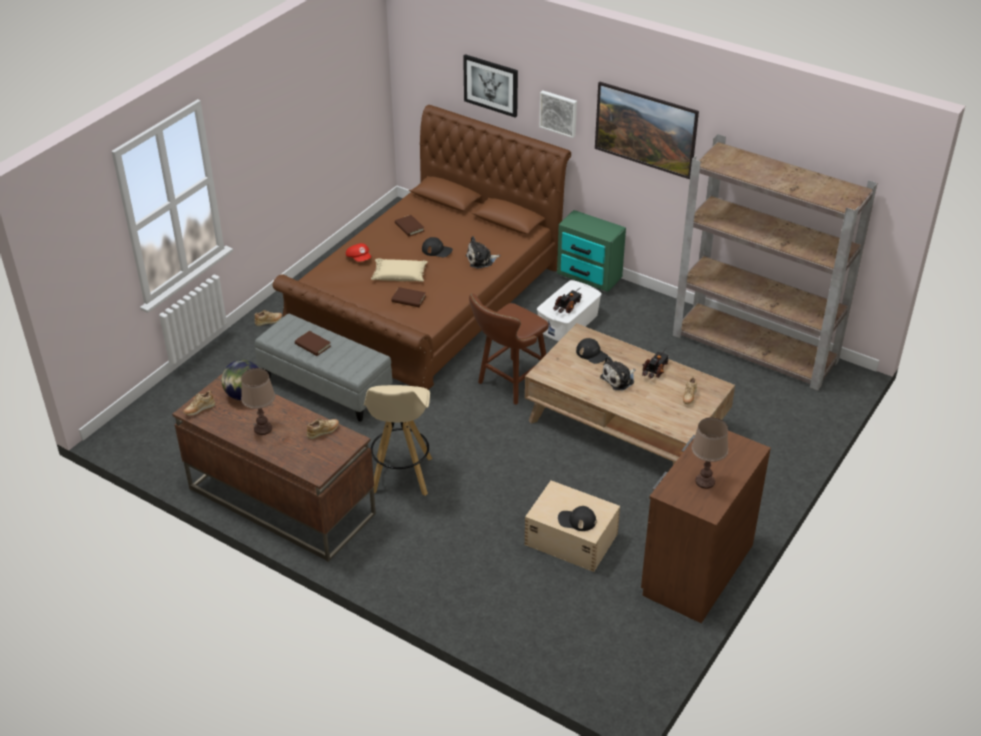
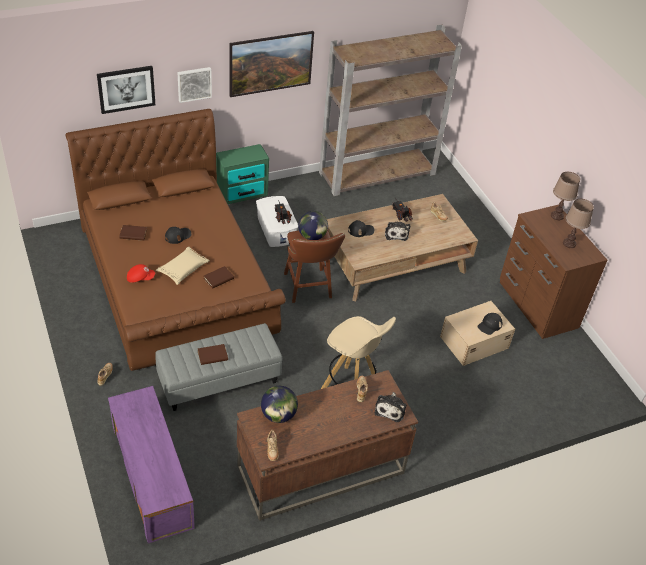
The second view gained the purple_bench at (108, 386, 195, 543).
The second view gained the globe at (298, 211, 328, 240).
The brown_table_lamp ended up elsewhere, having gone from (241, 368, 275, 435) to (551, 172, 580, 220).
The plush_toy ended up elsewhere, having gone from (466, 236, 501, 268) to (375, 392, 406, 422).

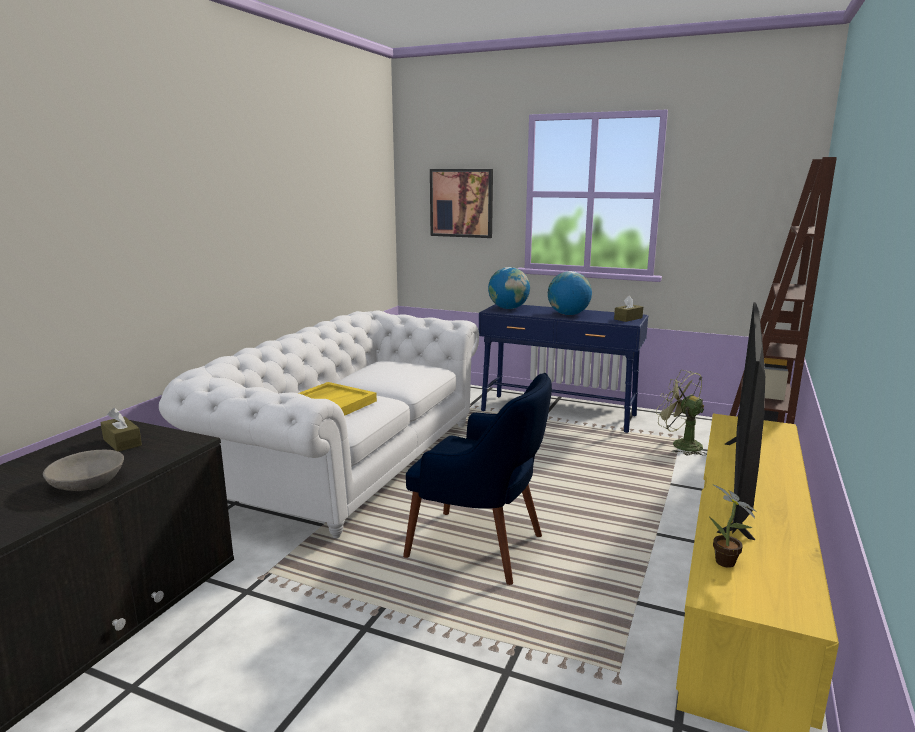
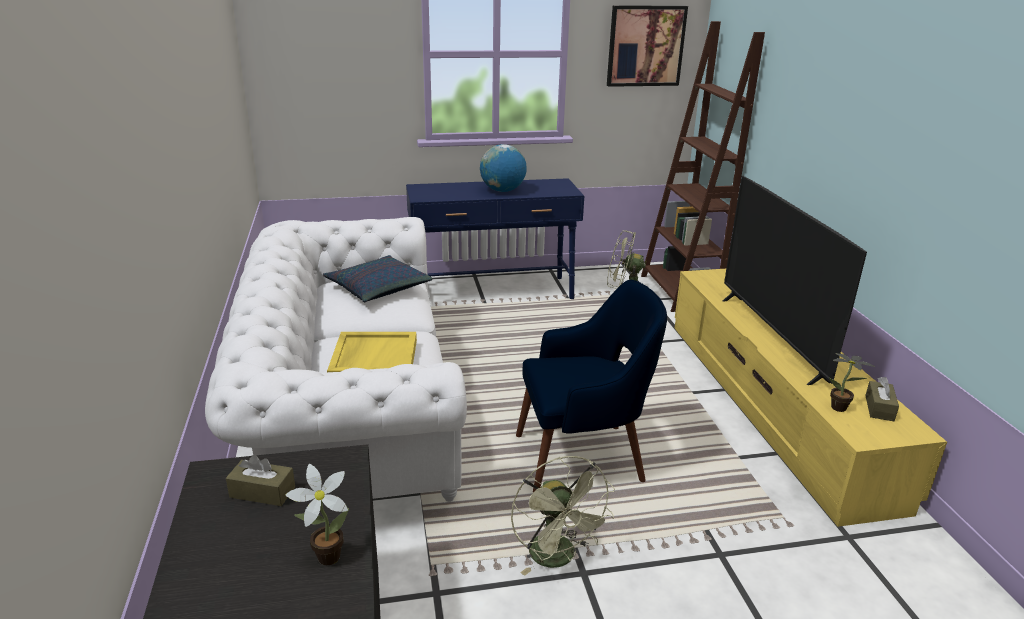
The second view lost the globe at (488, 267, 530, 309).
The second view gained the blue_pillow at (323, 255, 433, 302).
The second view gained the green_fan at (511, 456, 615, 576).
The picture ended up elsewhere, having gone from (430, 169, 493, 238) to (607, 5, 688, 87).
The brown_tissue_box ended up elsewhere, having gone from (614, 296, 643, 322) to (865, 377, 899, 421).
Where the grey_bowl stood at (43, 450, 124, 491), the potted_plant came to stand at (286, 464, 349, 565).

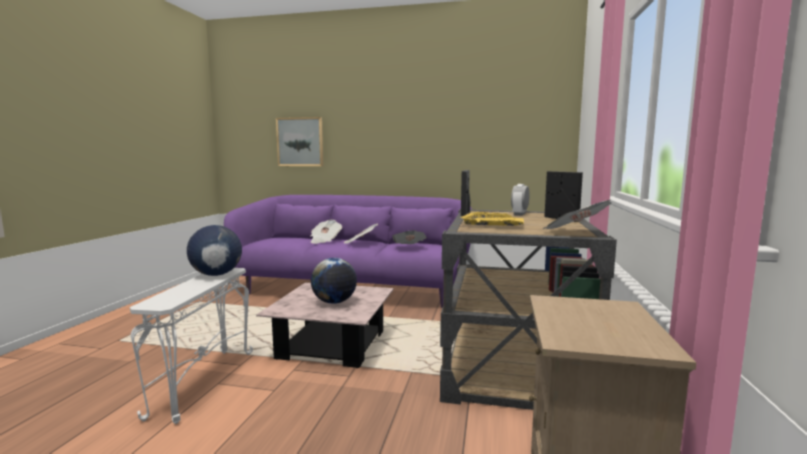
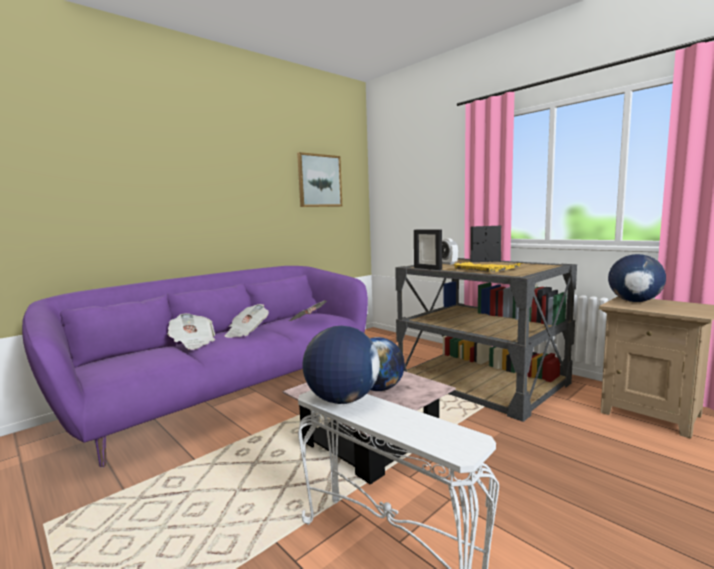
The second view lost the newspaper at (543, 199, 612, 229).
The second view gained the globe at (608, 254, 666, 302).
The picture ended up elsewhere, having gone from (276, 117, 323, 166) to (297, 152, 342, 207).

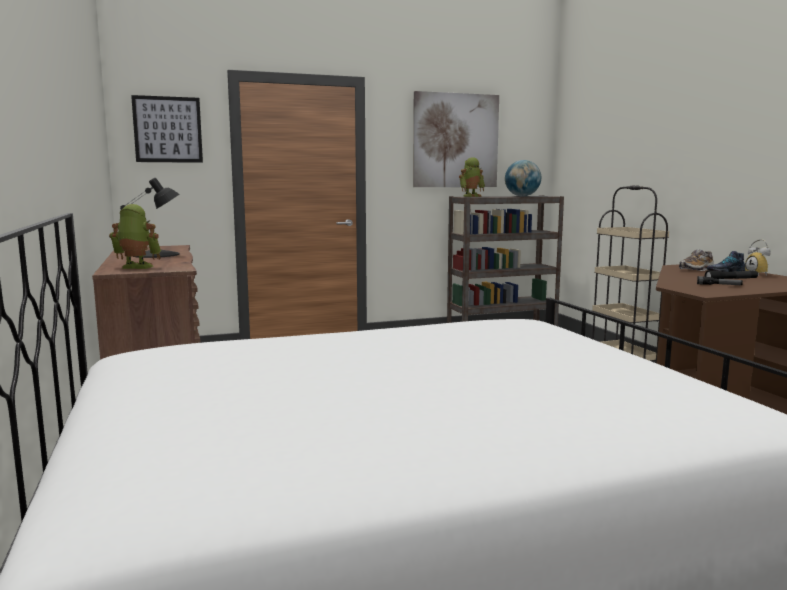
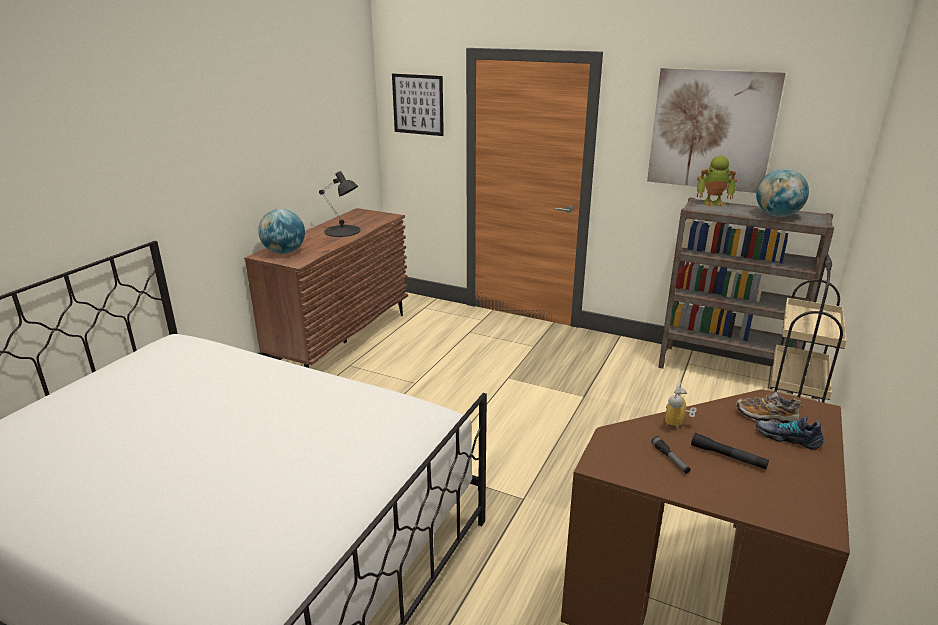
The alarm_clock ended up elsewhere, having gone from (745, 239, 771, 276) to (665, 382, 697, 430).
Where the toy_robot stood at (109, 204, 161, 269), the globe came to stand at (258, 209, 305, 254).

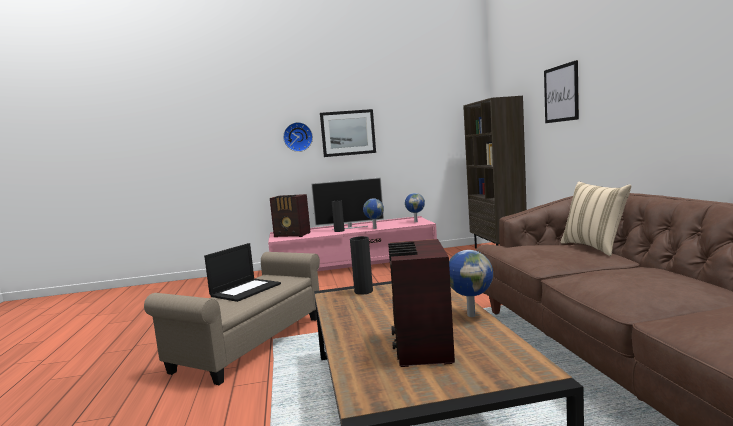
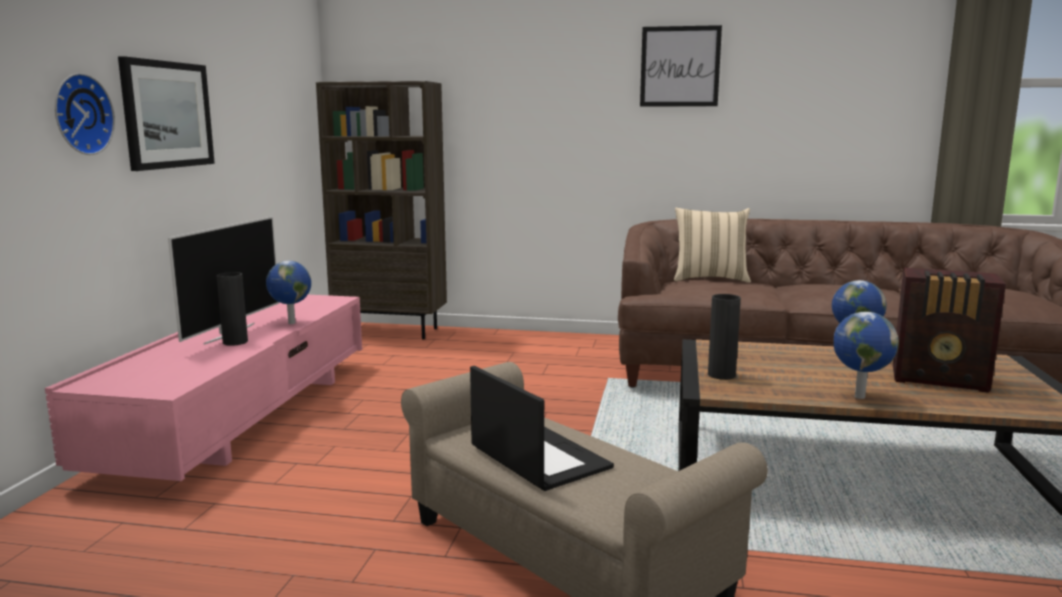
The second view lost the radio at (270, 194, 310, 237).
The globe ended up elsewhere, having gone from (405, 193, 425, 222) to (833, 312, 899, 399).
The picture ended up elsewhere, having gone from (544, 60, 579, 123) to (640, 25, 722, 106).

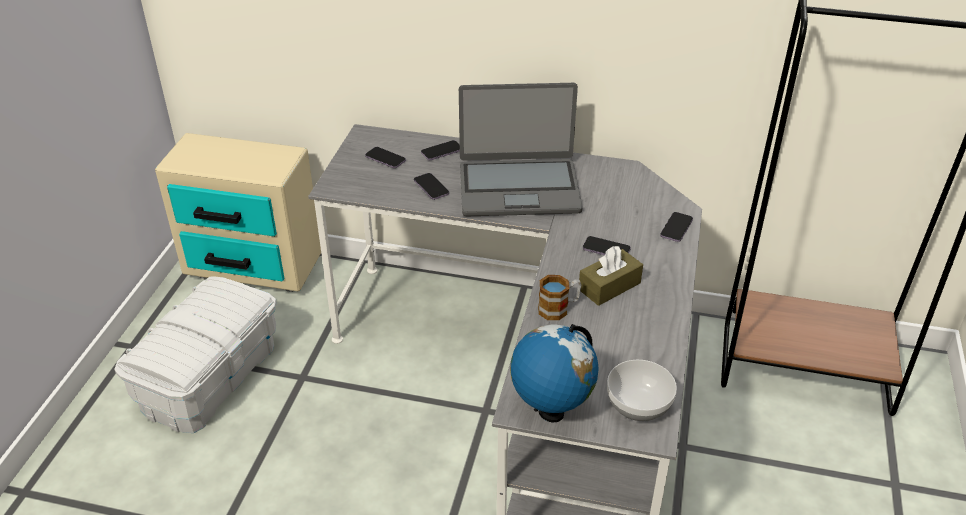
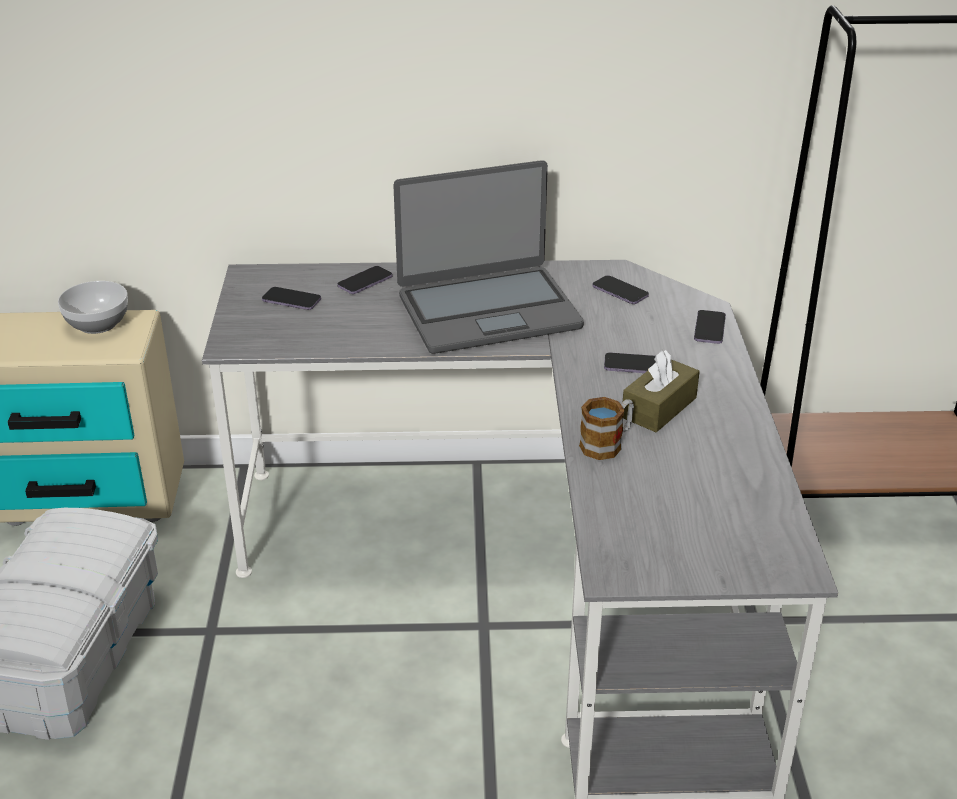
The second view lost the globe at (510, 324, 599, 422).
The phone ended up elsewhere, having gone from (414, 173, 449, 200) to (592, 275, 649, 304).
The bowl ended up elsewhere, having gone from (607, 360, 677, 421) to (58, 281, 128, 334).

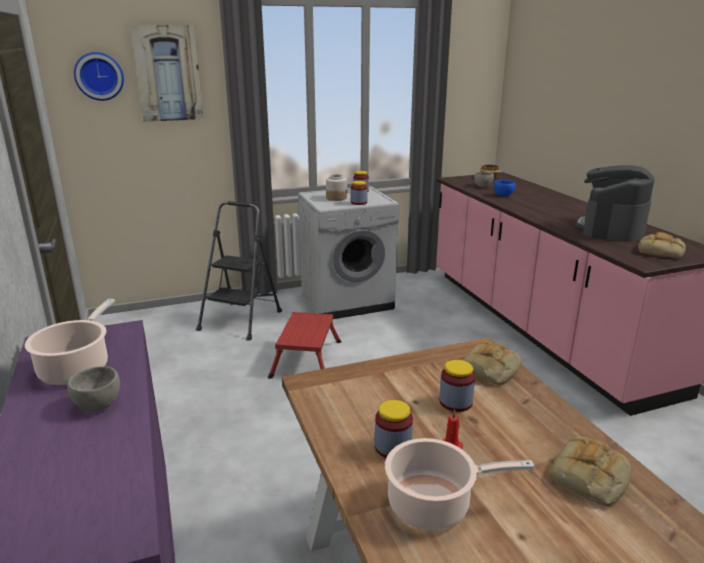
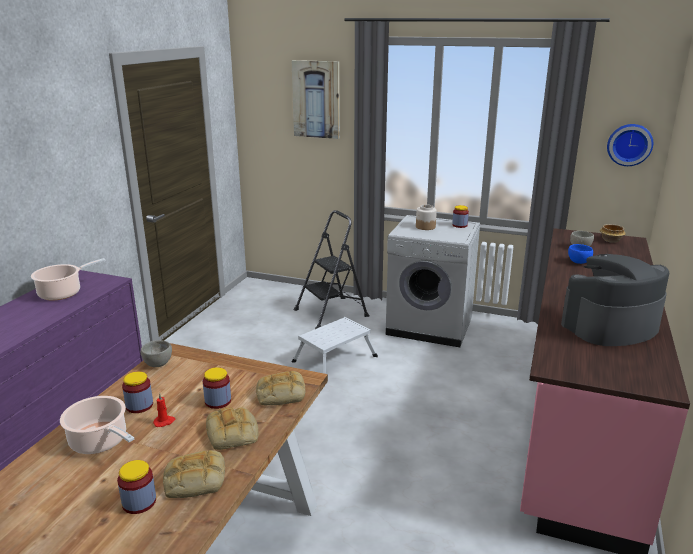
The grey_bowl ended up elsewhere, having gone from (67, 366, 120, 412) to (141, 340, 172, 367).
The wall_clock ended up elsewhere, having gone from (74, 52, 124, 101) to (607, 124, 653, 166).
The jar ended up elsewhere, having gone from (351, 181, 368, 205) to (117, 460, 156, 514).
The bread ended up elsewhere, having gone from (638, 232, 686, 259) to (206, 407, 259, 450).
What was the red_step_ladder at (268, 312, 342, 379) turned into the white_step_ladder at (292, 317, 378, 374).

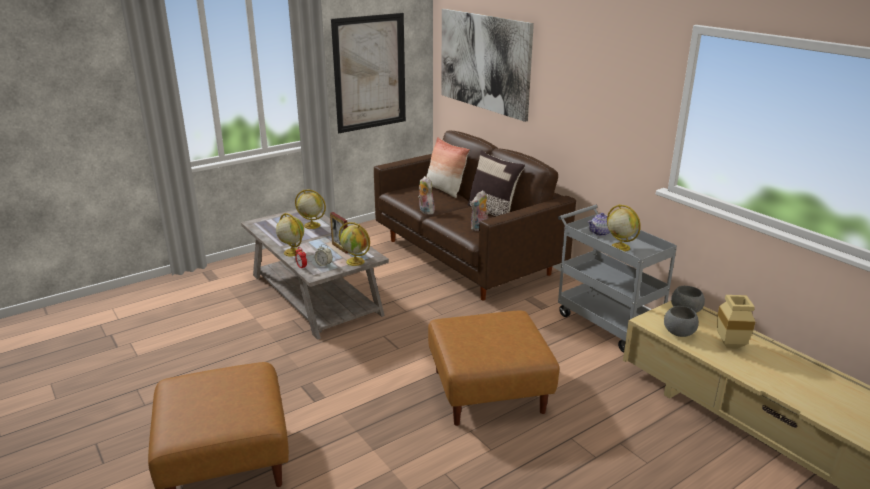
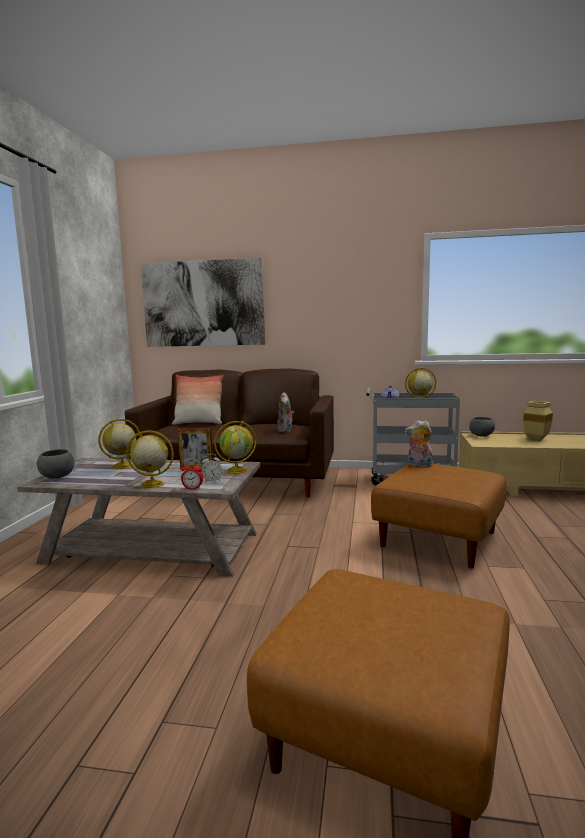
The second view lost the picture at (331, 13, 406, 133).
The second view lost the pillow at (468, 150, 525, 216).
The plush_toy ended up elsewhere, having gone from (418, 176, 435, 215) to (405, 420, 433, 467).
The grey_bowl ended up elsewhere, having gone from (664, 306, 699, 337) to (37, 449, 74, 479).

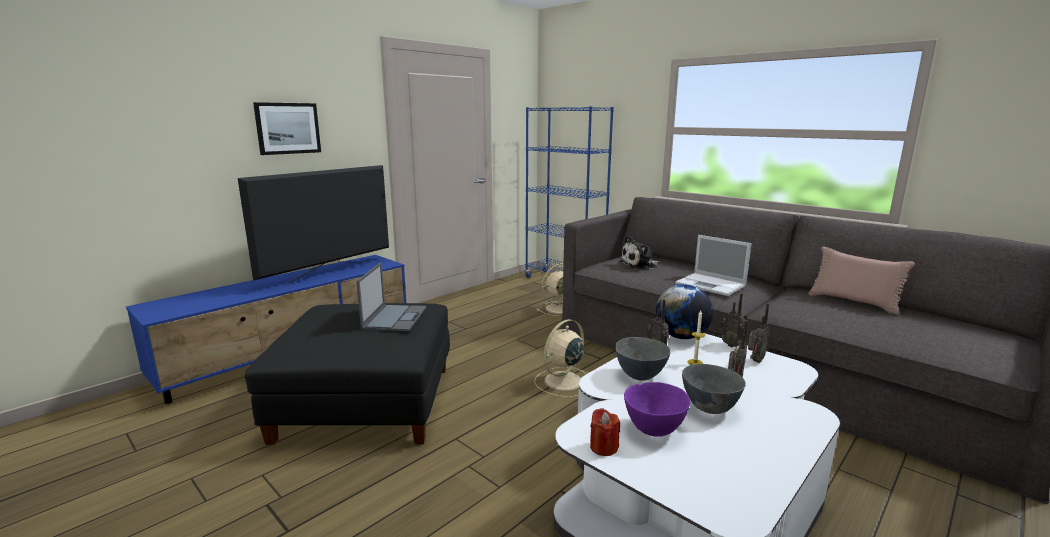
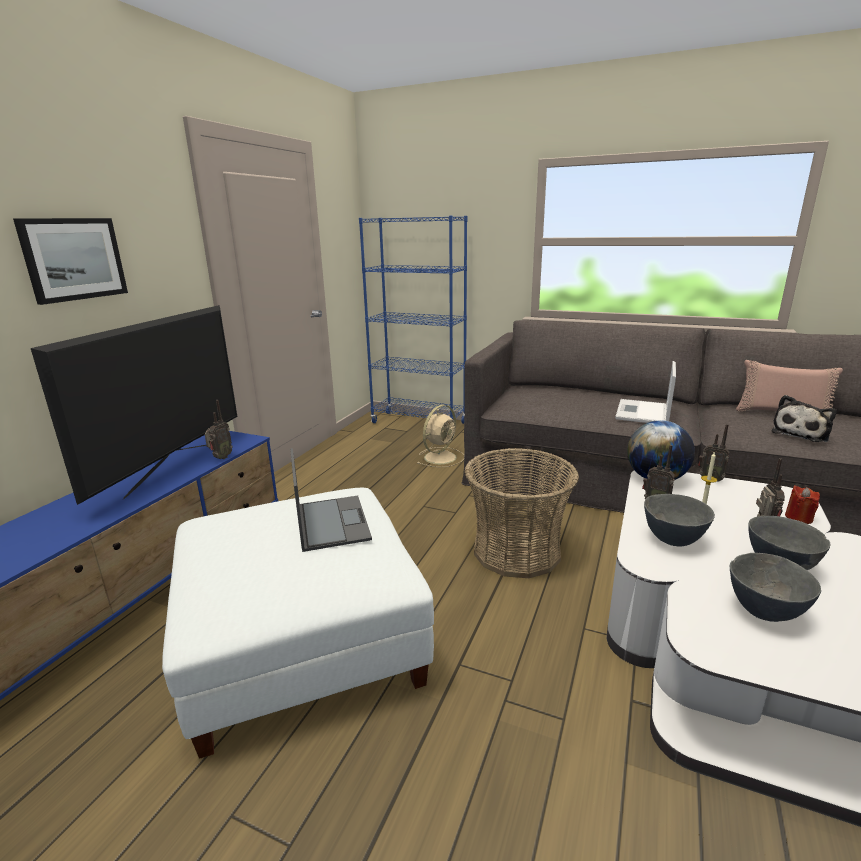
The red_candle ended up elsewhere, having gone from (590, 408, 620, 456) to (785, 485, 820, 524).
The plush_toy ended up elsewhere, having gone from (619, 236, 659, 270) to (772, 395, 837, 442).
The radio ended up elsewhere, having gone from (748, 303, 769, 363) to (205, 400, 233, 459).
Where the beige_fan stood at (534, 319, 589, 397), the basket came to stand at (464, 448, 579, 578).
What was the black_ottoman at (245, 303, 450, 445) turned into the white_ottoman at (162, 488, 434, 759).
What was the purple_bowl at (624, 382, 690, 437) turned into the grey_bowl at (730, 553, 821, 622).
The laptop at (675, 235, 751, 296) ended up facing another way, 90 degrees clockwise from before.

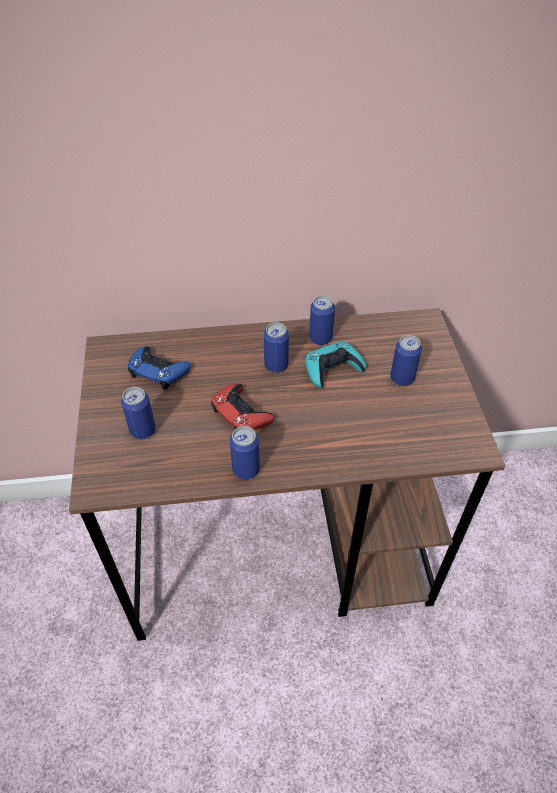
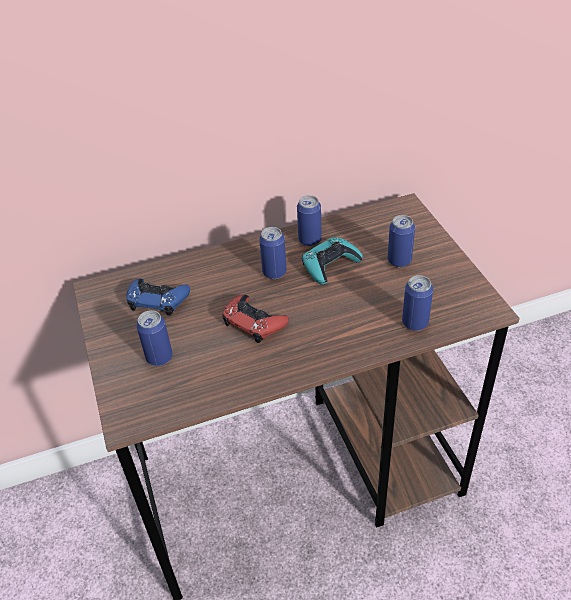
The can ended up elsewhere, having gone from (230, 426, 260, 479) to (402, 275, 433, 331).

